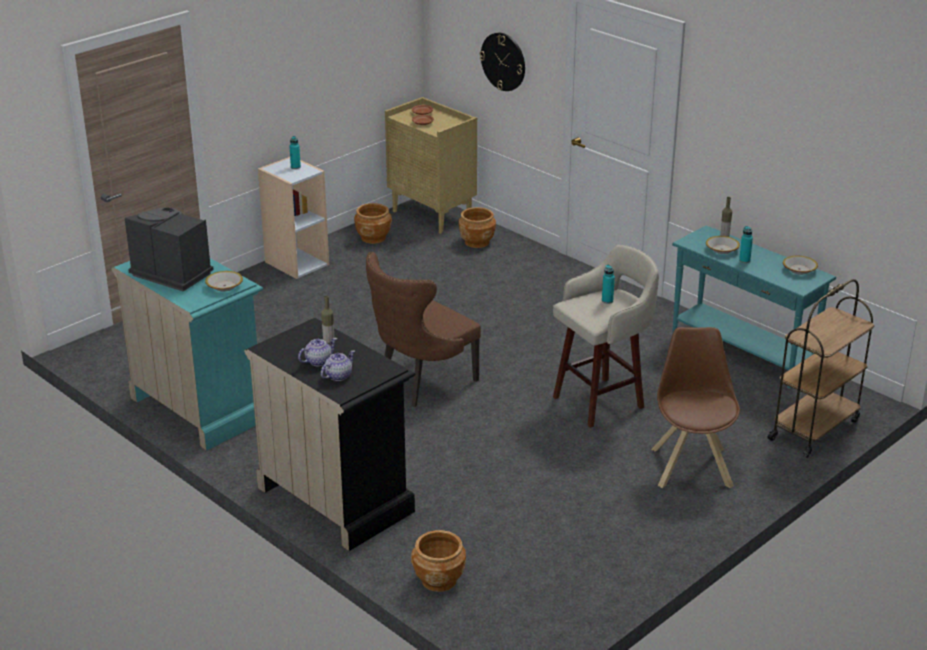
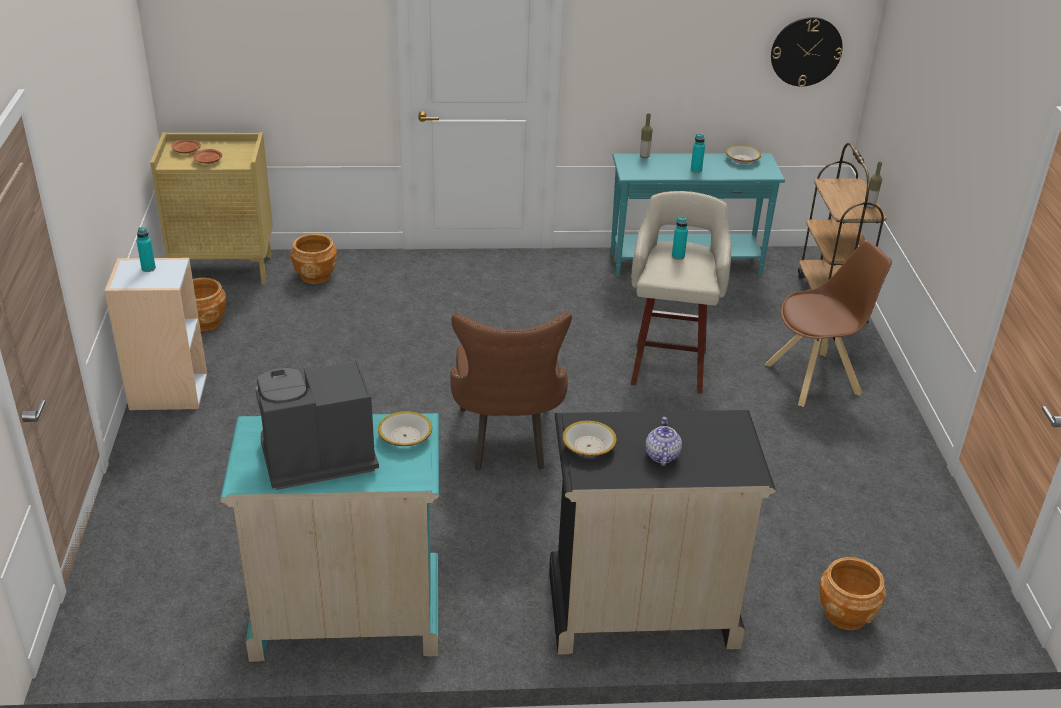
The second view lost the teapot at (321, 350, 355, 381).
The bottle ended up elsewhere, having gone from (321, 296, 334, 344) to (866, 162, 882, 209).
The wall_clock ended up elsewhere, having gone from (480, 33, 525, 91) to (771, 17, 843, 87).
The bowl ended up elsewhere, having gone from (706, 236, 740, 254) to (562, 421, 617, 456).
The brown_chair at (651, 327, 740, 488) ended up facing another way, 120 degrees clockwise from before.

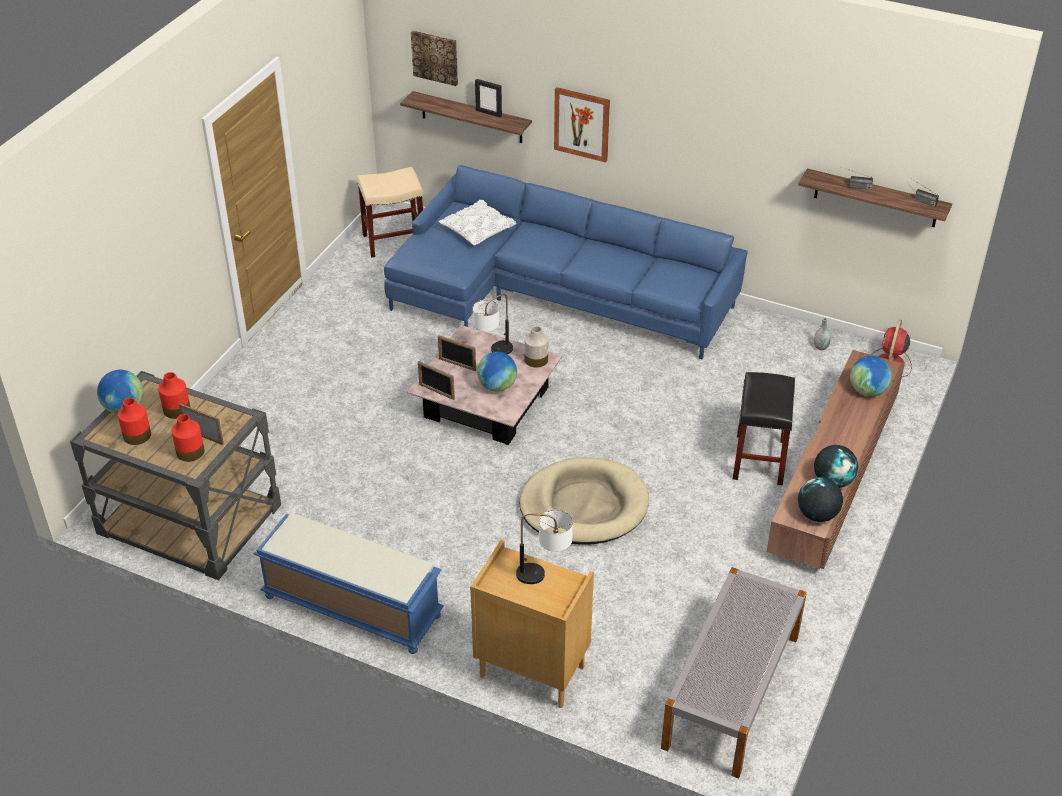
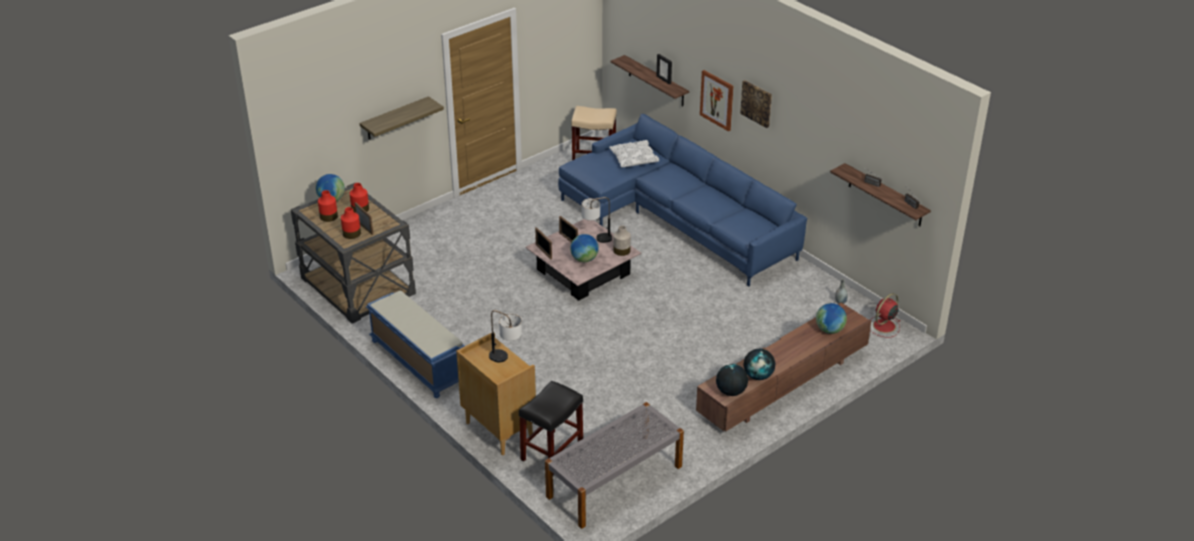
The second view lost the beige_dog_bed at (519, 457, 649, 545).
The second view gained the shelf at (360, 96, 444, 140).
The picture ended up elsewhere, having gone from (411, 30, 458, 86) to (740, 80, 772, 128).
The black_stool ended up elsewhere, having gone from (733, 372, 795, 485) to (519, 381, 583, 475).

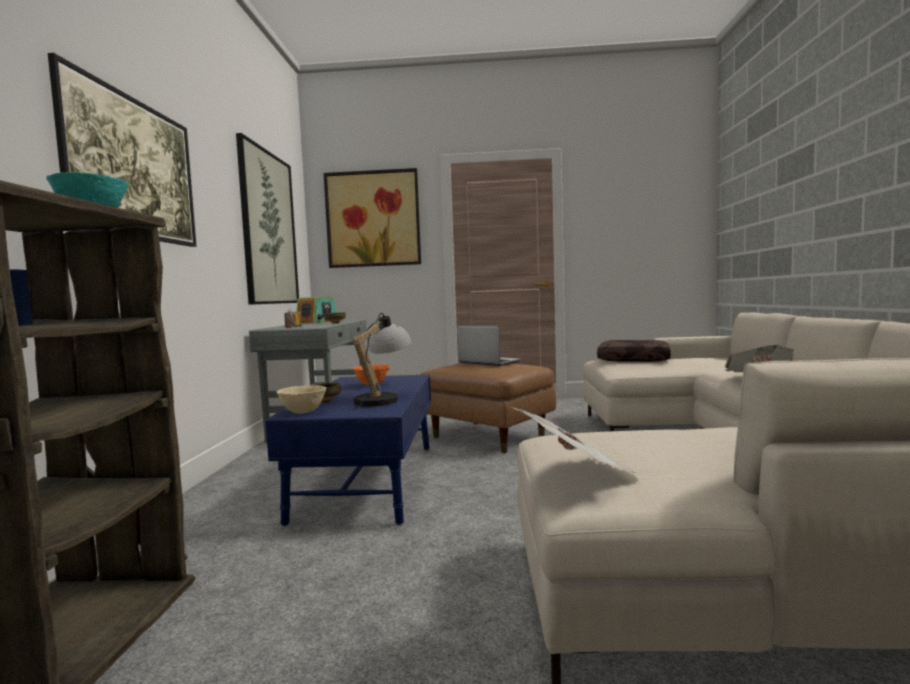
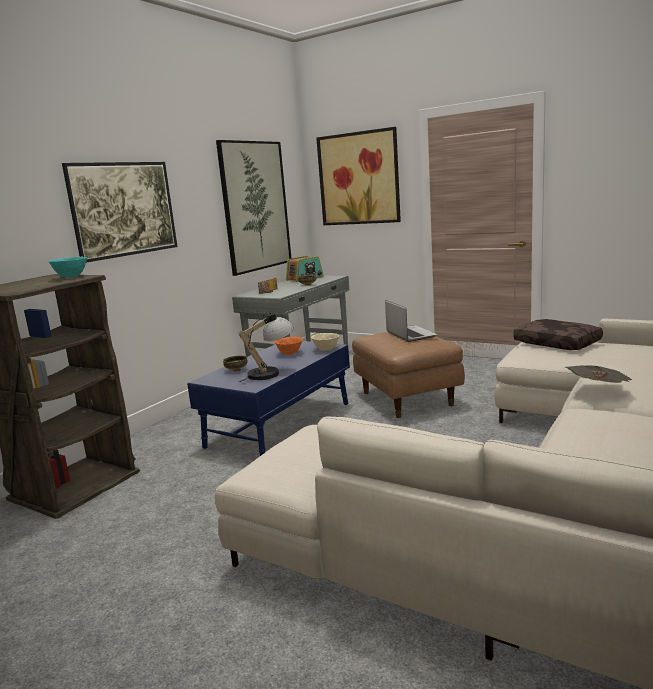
The second view lost the newspaper at (510, 407, 642, 474).
The beige_bowl ended up elsewhere, having gone from (276, 385, 326, 414) to (311, 333, 339, 351).

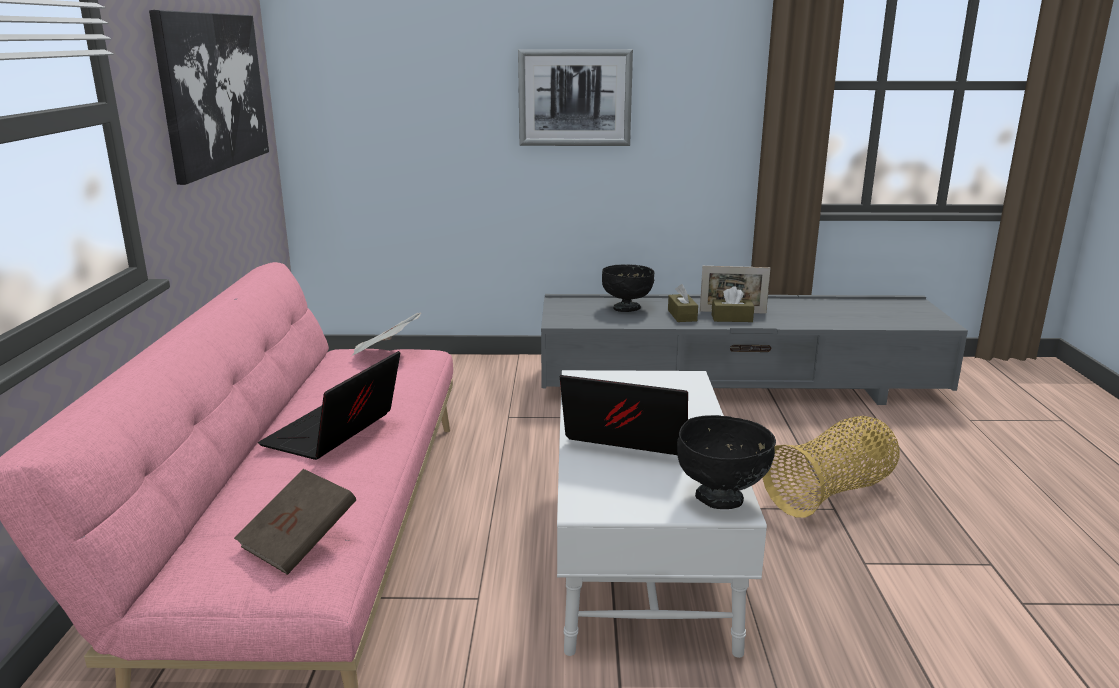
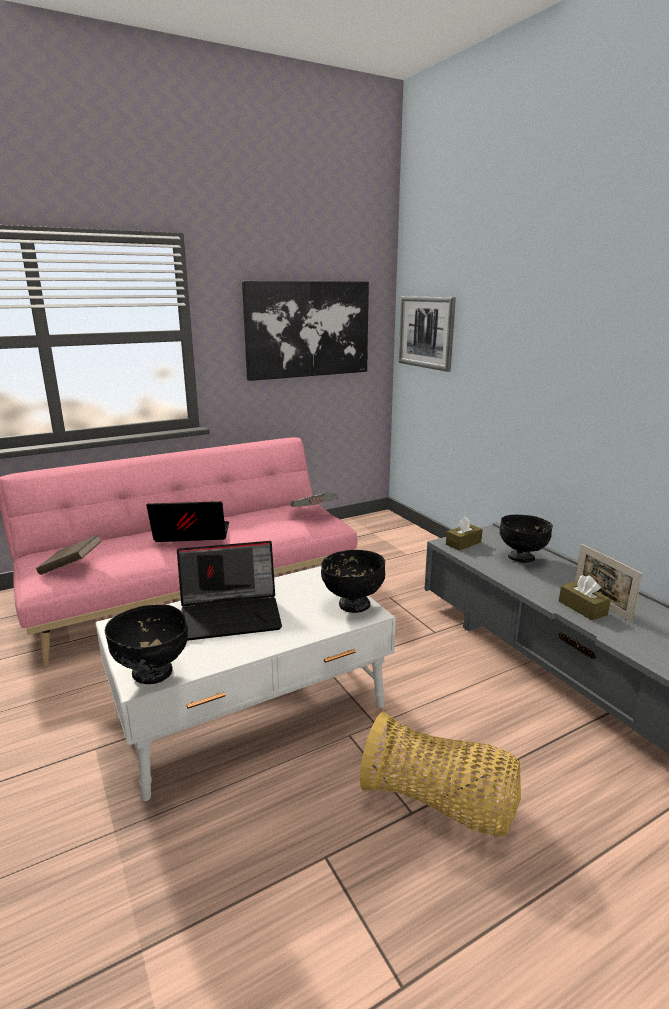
The second view gained the black_bowl at (321, 550, 385, 613).
The picture ended up elsewhere, having gone from (518, 49, 633, 146) to (399, 296, 456, 372).
The brown_tissue_box ended up elsewhere, having gone from (668, 284, 698, 322) to (446, 516, 483, 551).
The laptop at (560, 375, 689, 455) ended up facing another way, 90 degrees clockwise from before.

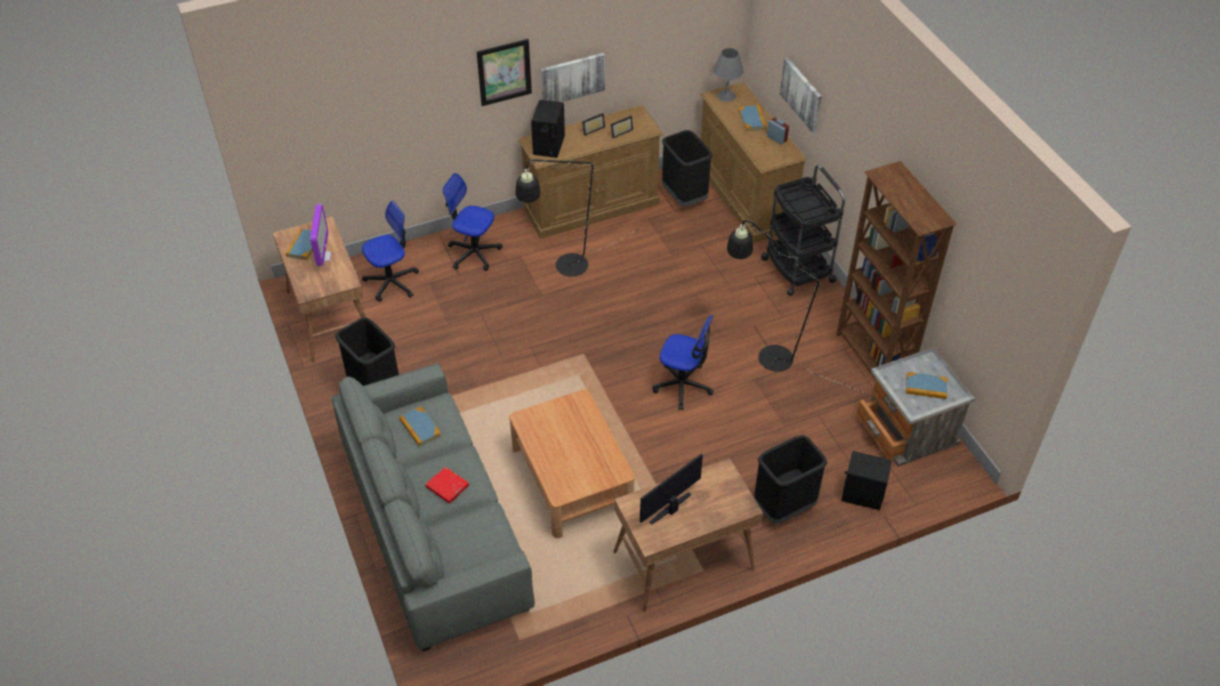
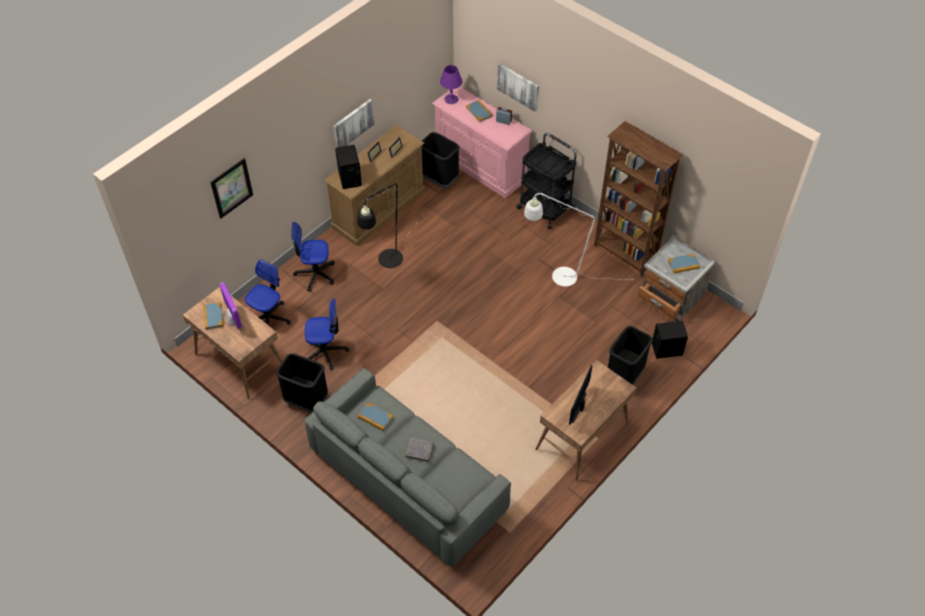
The second view lost the brown_coffee_table at (509, 389, 635, 538).
The picture ended up elsewhere, having gone from (477, 39, 532, 106) to (210, 158, 253, 219).
The office_chair ended up elsewhere, having gone from (652, 315, 714, 410) to (305, 299, 349, 370).
What was the red_book at (425, 466, 469, 504) turned into the grey_book at (406, 438, 434, 462).
What was the brown_cabinet at (700, 82, 807, 243) turned into the pink_cabinet at (432, 87, 532, 199).
What was the grey_table_lamp at (714, 48, 744, 102) turned into the purple_table_lamp at (440, 65, 463, 104).
What was the black_floor_lamp at (727, 220, 867, 394) turned into the white_floor_lamp at (524, 193, 630, 287).

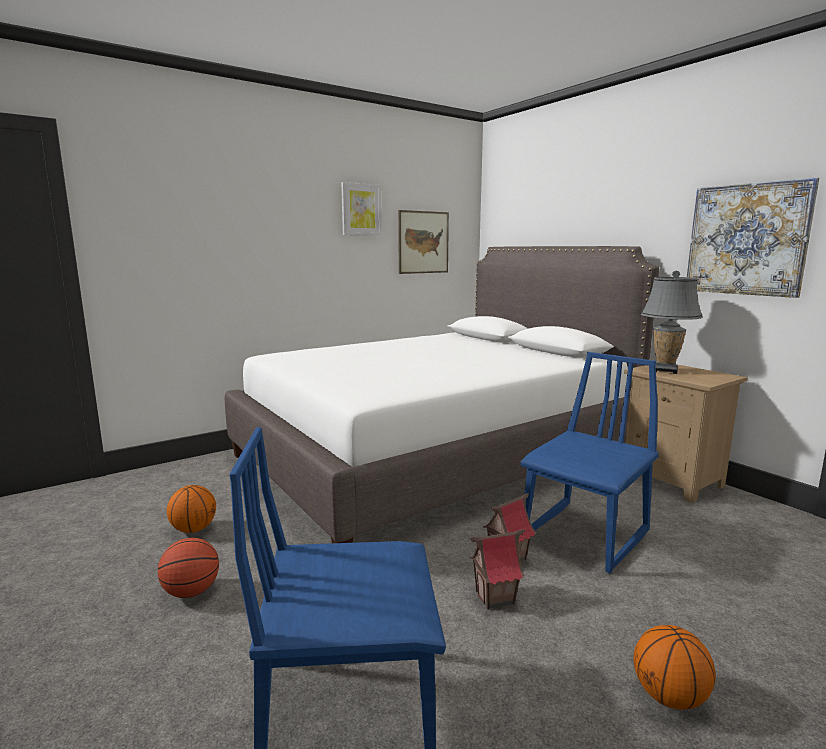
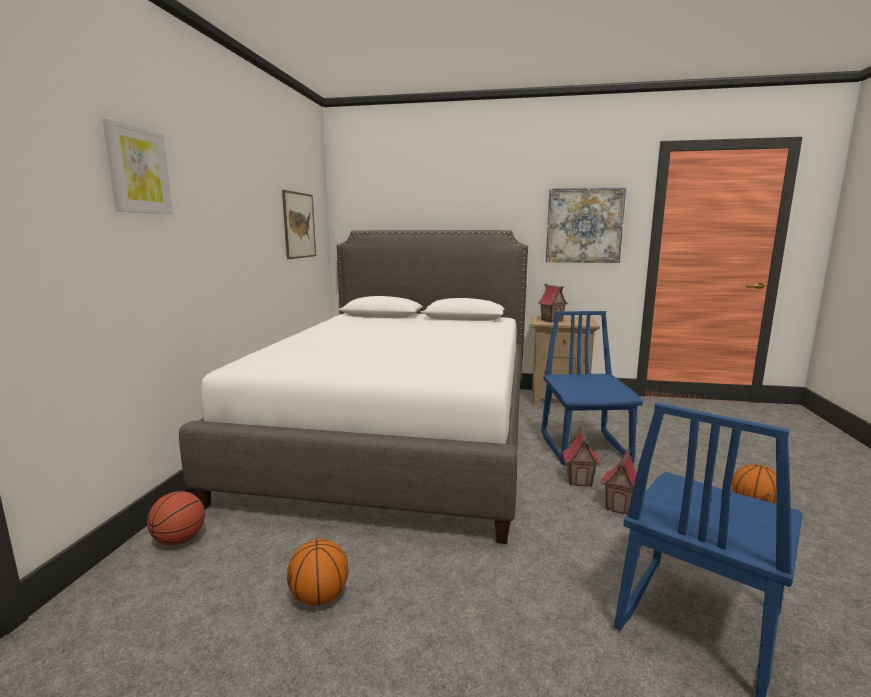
The basketball ended up elsewhere, having gone from (158, 538, 219, 598) to (147, 491, 205, 545).
The picture ended up elsewhere, having gone from (341, 182, 382, 236) to (103, 119, 173, 214).
Where the grey_table_lamp stood at (641, 270, 703, 374), the toy_house came to stand at (538, 284, 568, 323).

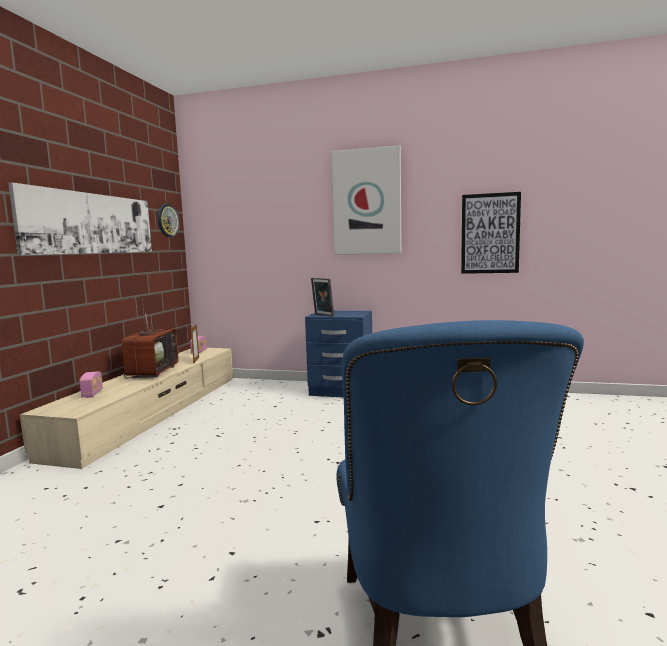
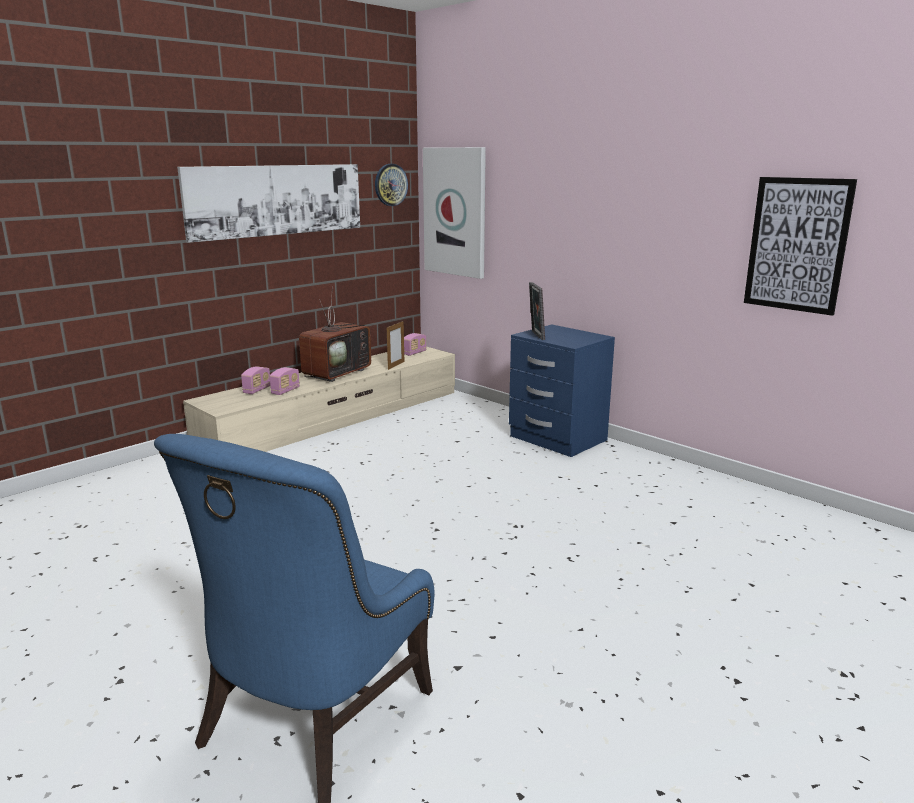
The second view gained the radio at (270, 367, 300, 395).
The picture ended up elsewhere, having gone from (332, 145, 401, 255) to (423, 147, 486, 279).

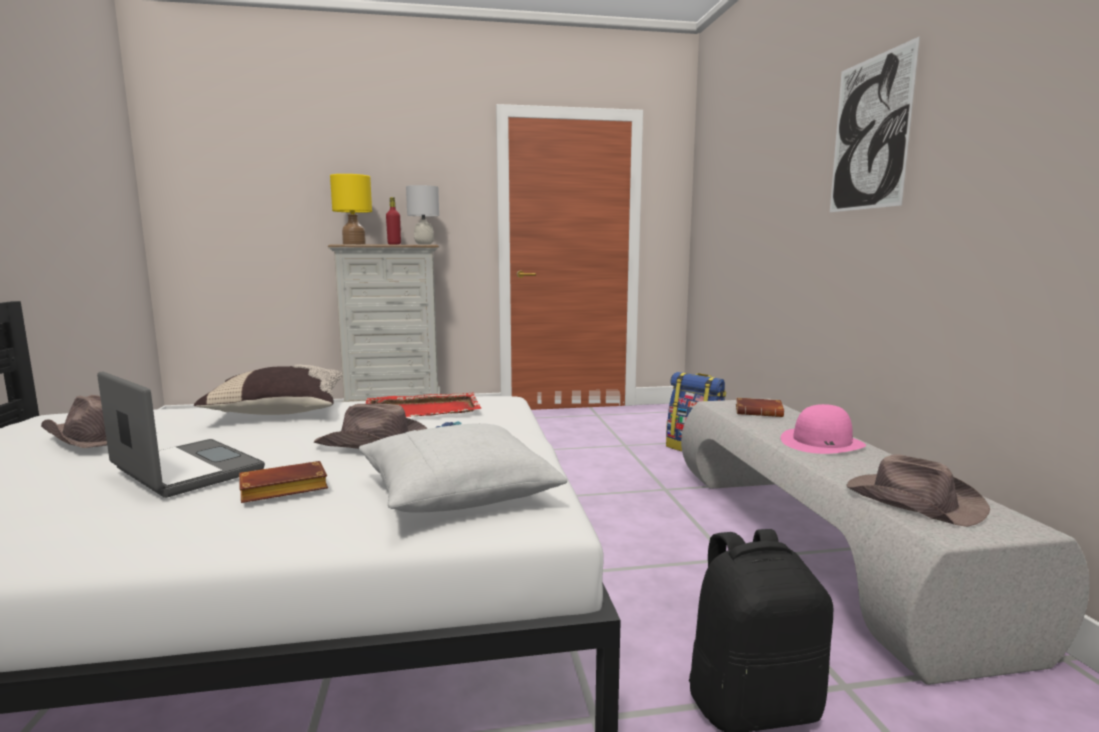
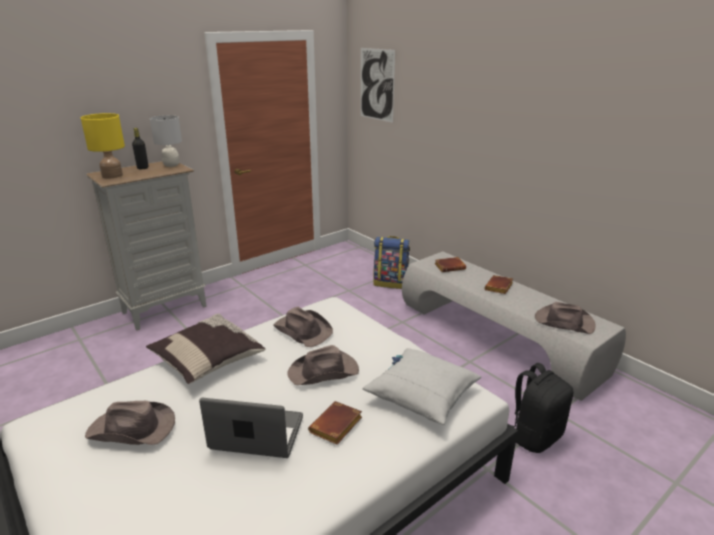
The picture ended up elsewhere, having gone from (830, 36, 920, 212) to (361, 48, 395, 123).
Where the red_tray stood at (366, 393, 481, 417), the brown_hat came to stand at (273, 307, 333, 347).
Where the pink_hat stood at (780, 404, 866, 454), the brown_book came to stand at (485, 275, 513, 294).
What was the red_bottle at (386, 197, 401, 245) turned into the black_bottle at (132, 128, 148, 169).

